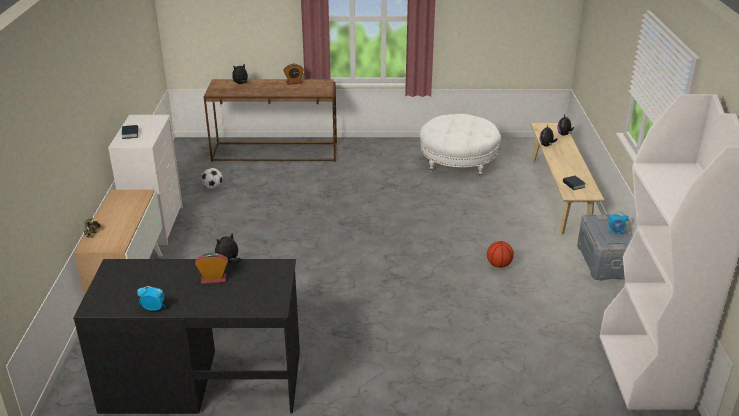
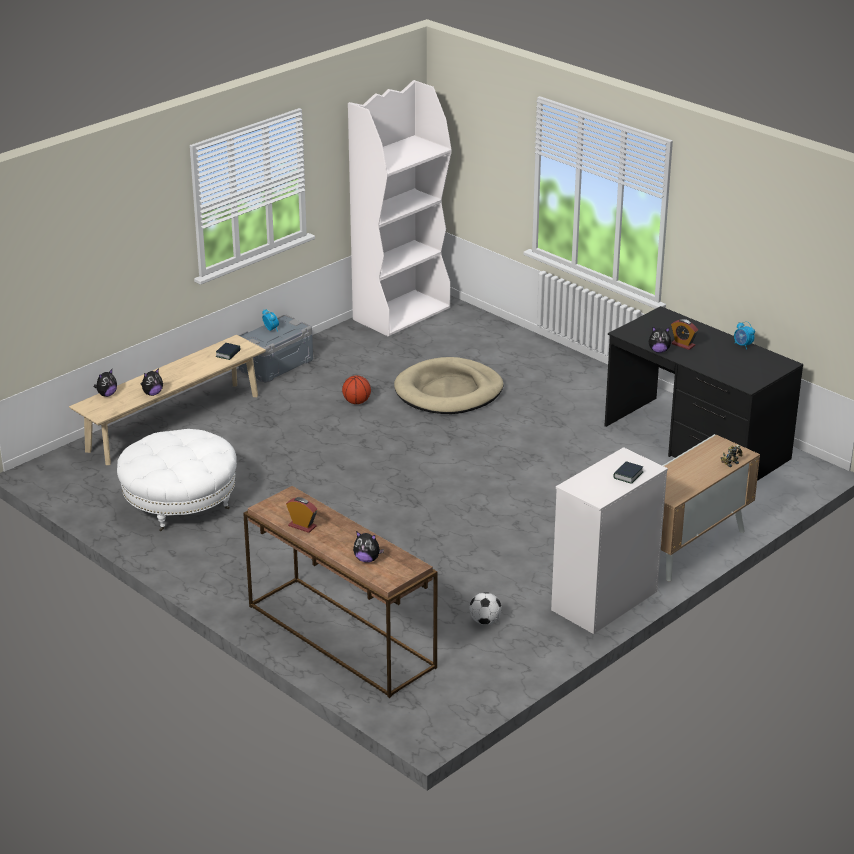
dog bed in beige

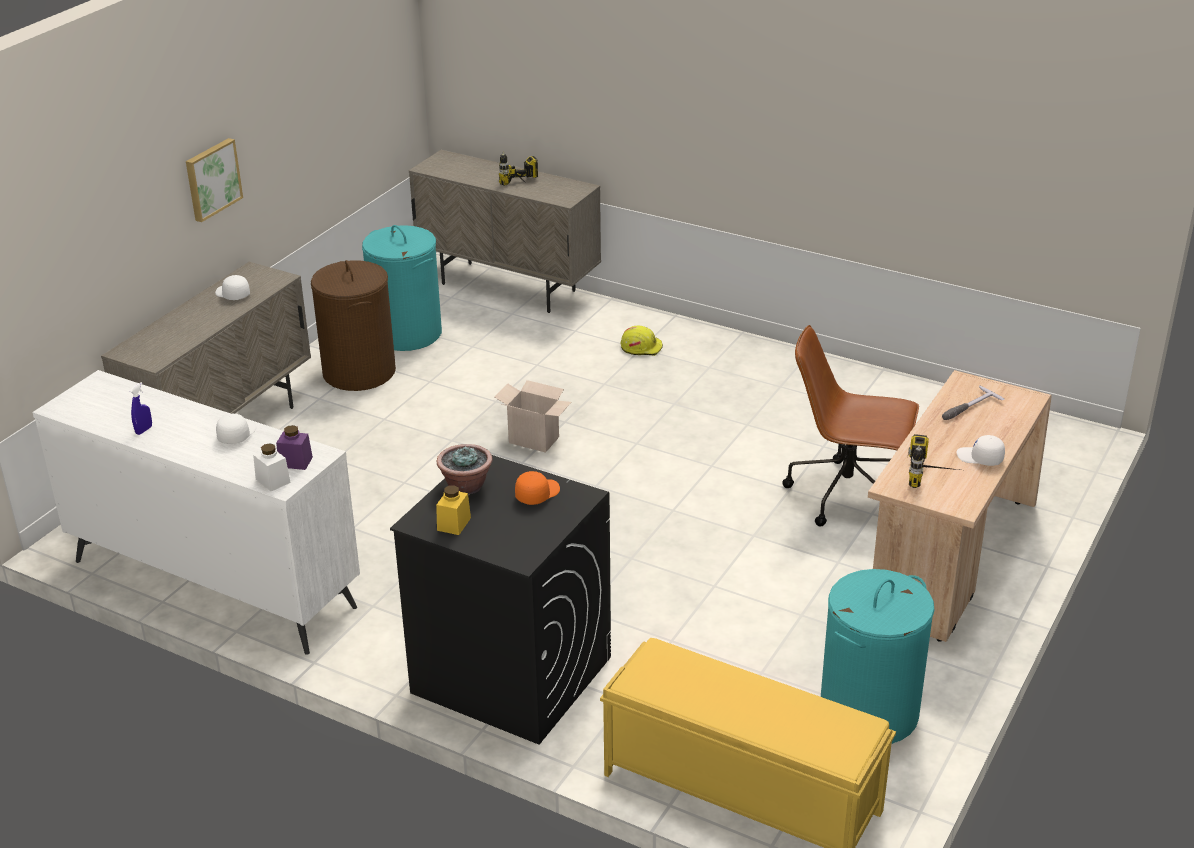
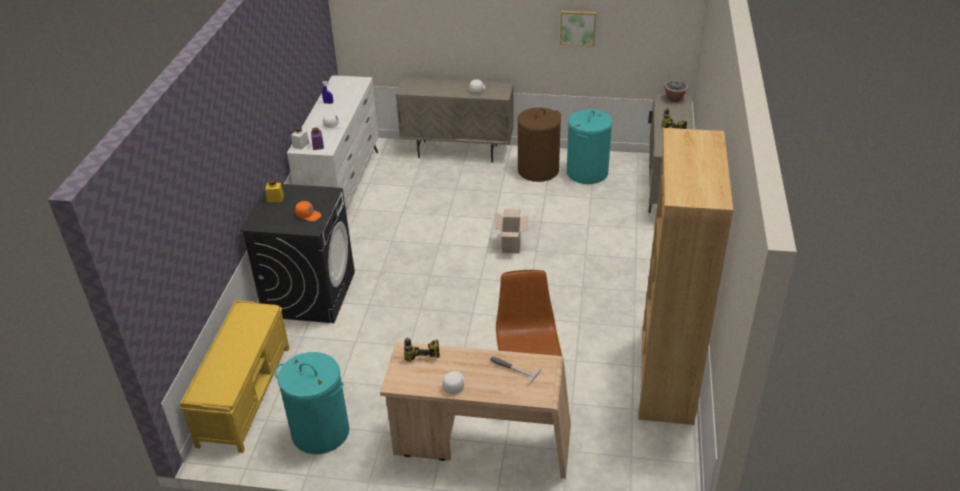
picture; potted plant; hard hat in yellow; bookcase in brown

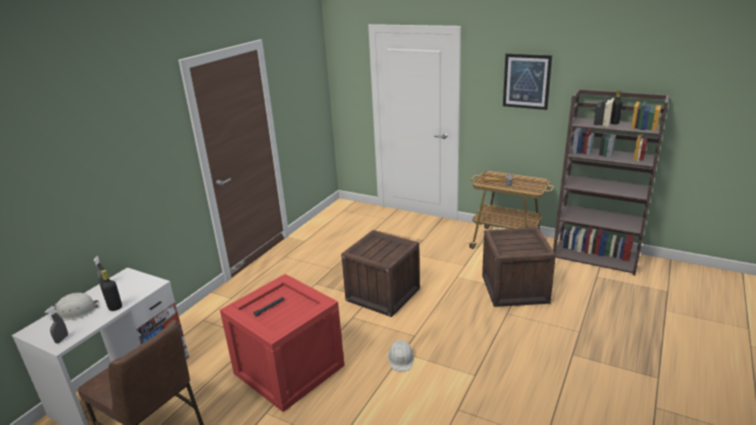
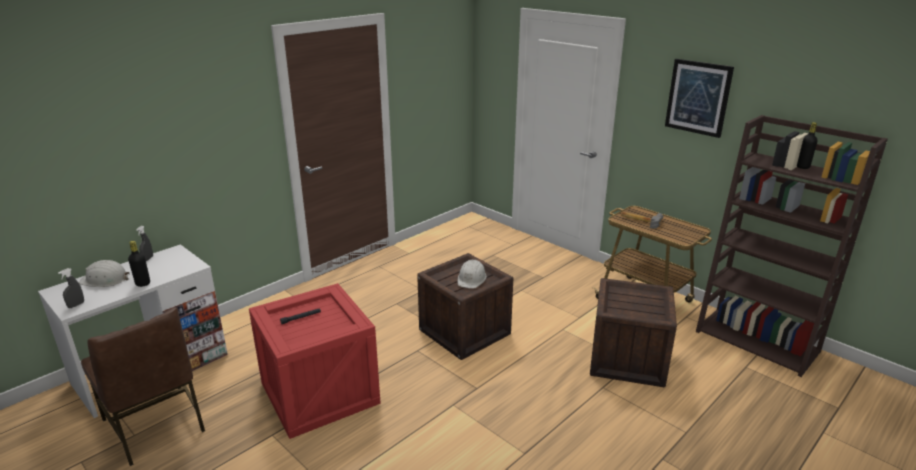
hard hat in white (no. 2 from left)

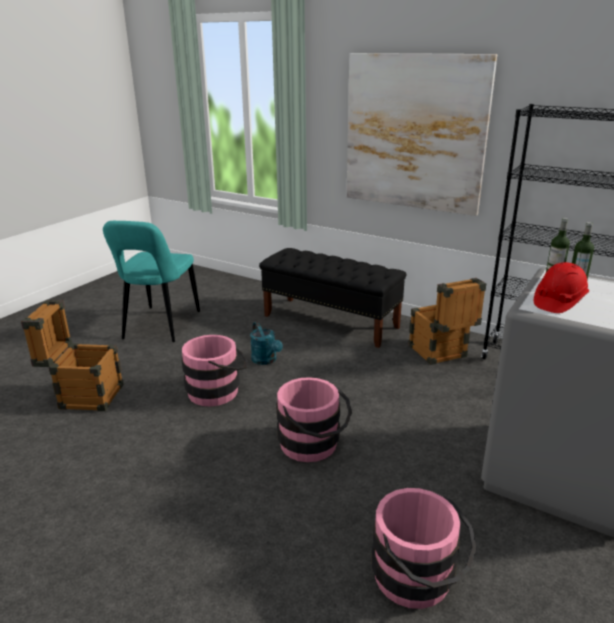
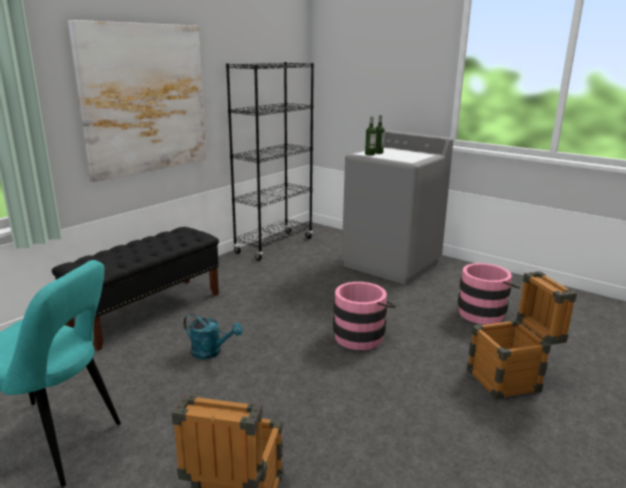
bucket in pink (no. 1 from left in the first image); watering can in turquoise; crate (no. 2 from left); hard hat in red

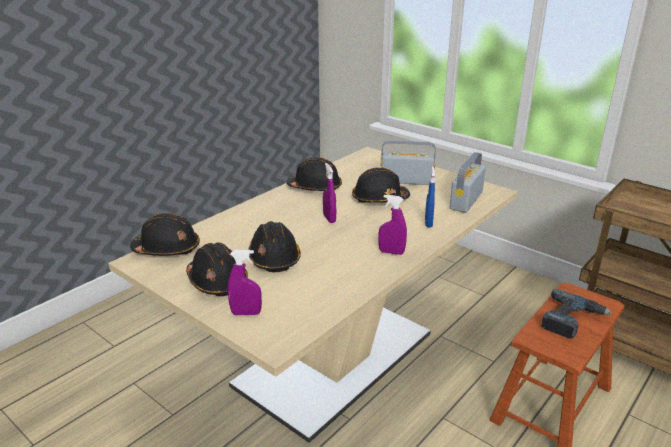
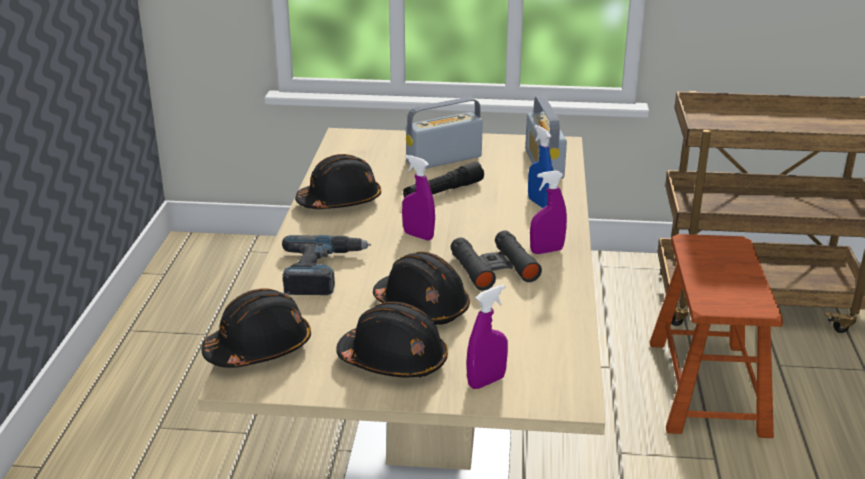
flashlight in black; power drill; binoculars in black

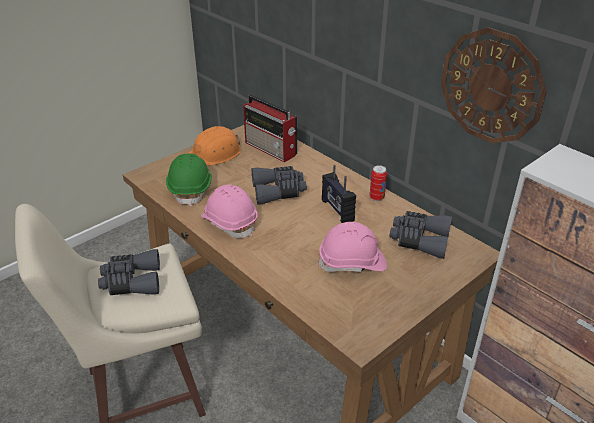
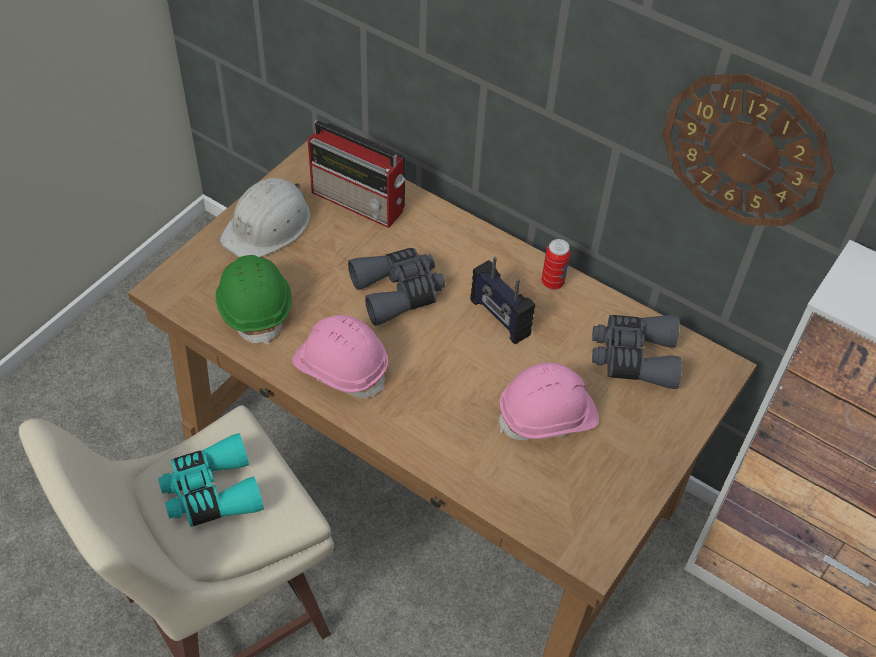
binoculars in turquoise; hard hat in white

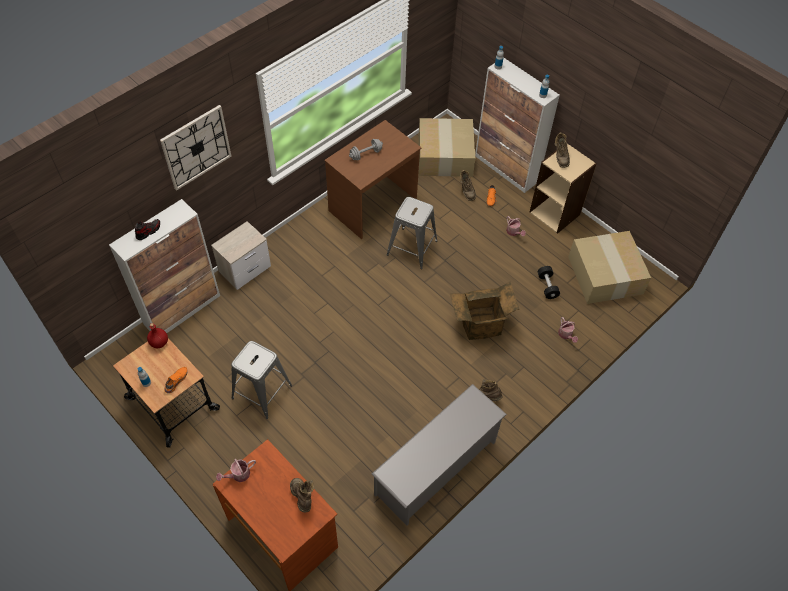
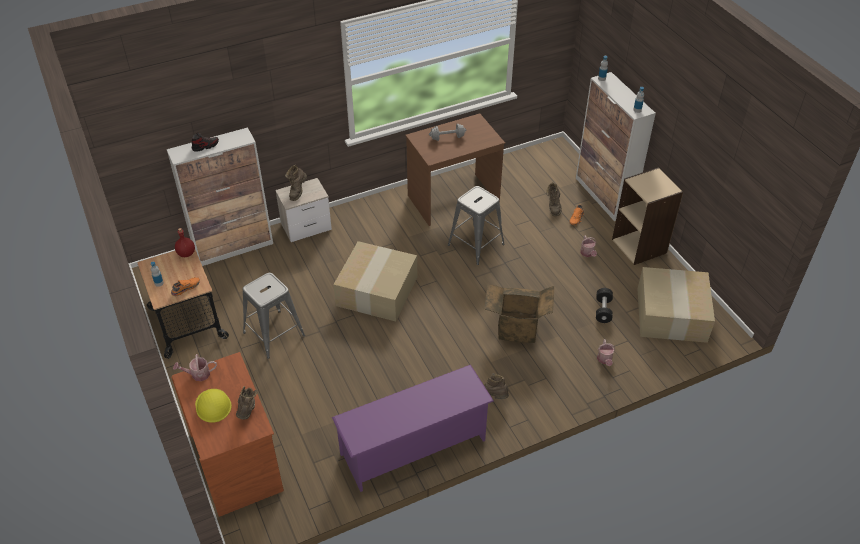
wall clock; shoe rack in purple; cardboard box (no. 1 from left); boot in brown (no. 2 from left); hard hat in yellow

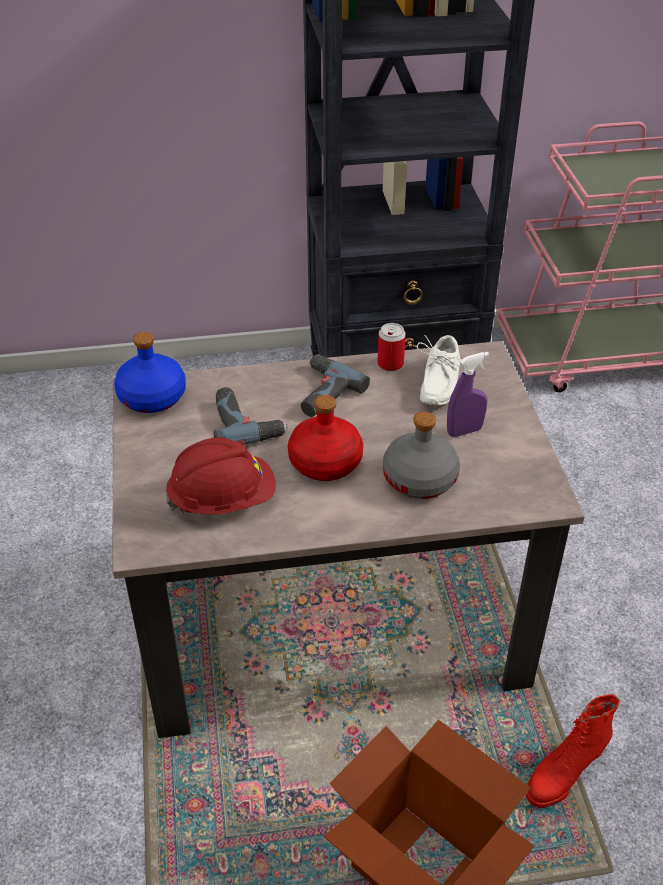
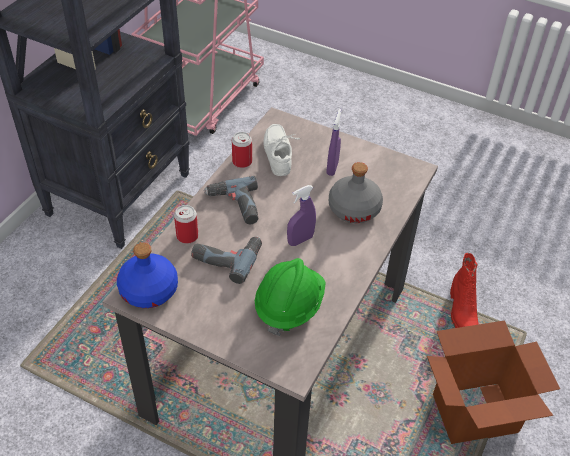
hard hat in green; spray bottle in purple (no. 1 from left); shoe in white; can (no. 1 from left)

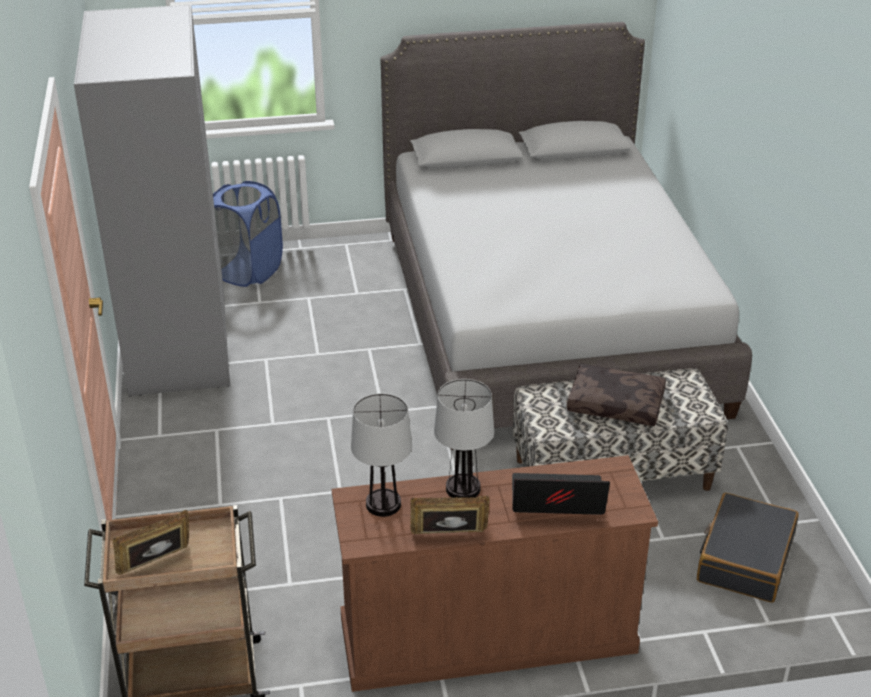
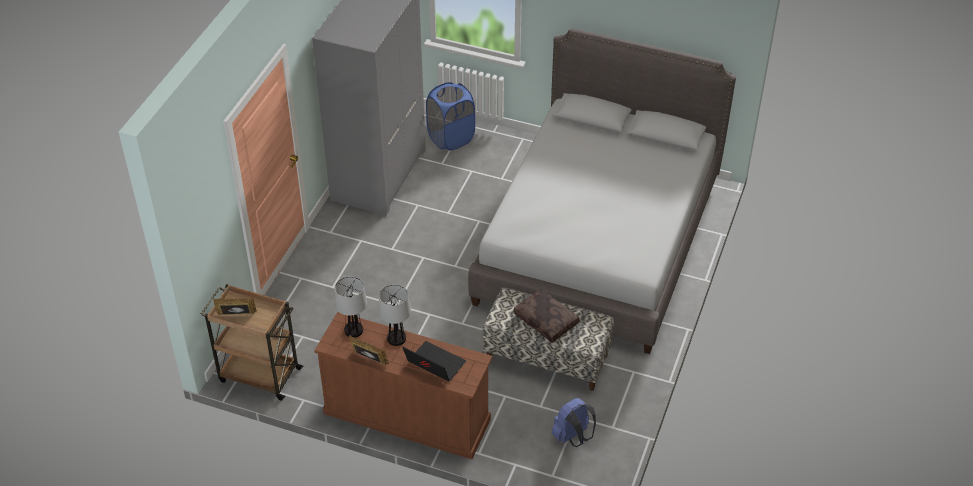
backpack in blue

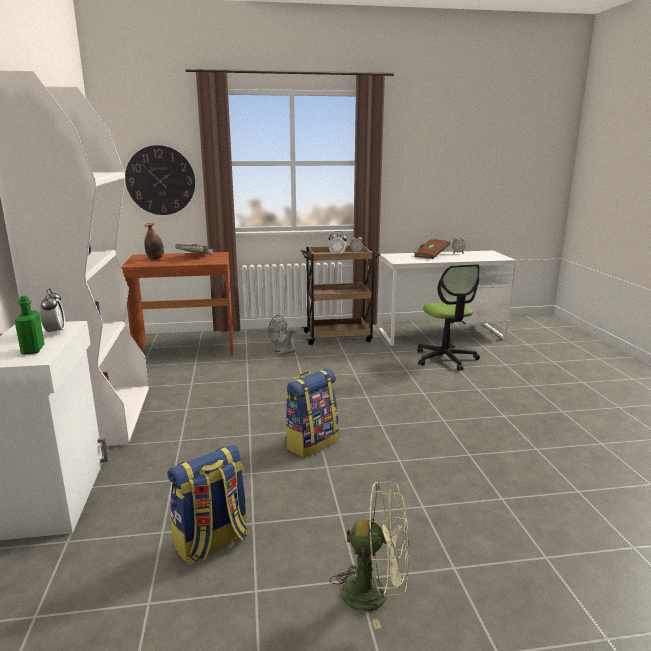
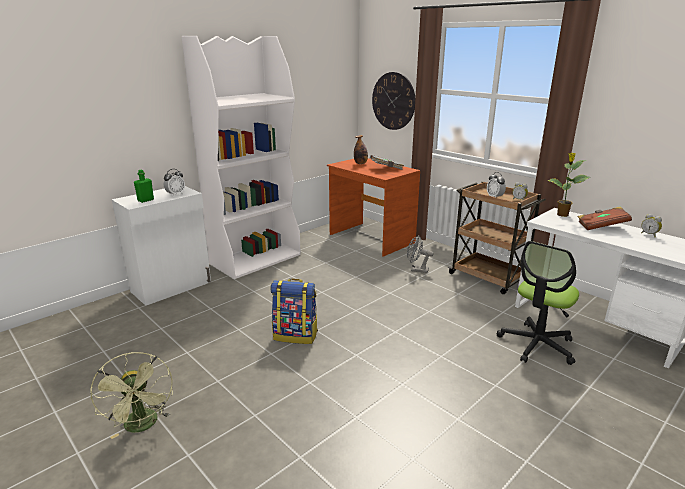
backpack (no. 1 from left in the first image); potted plant

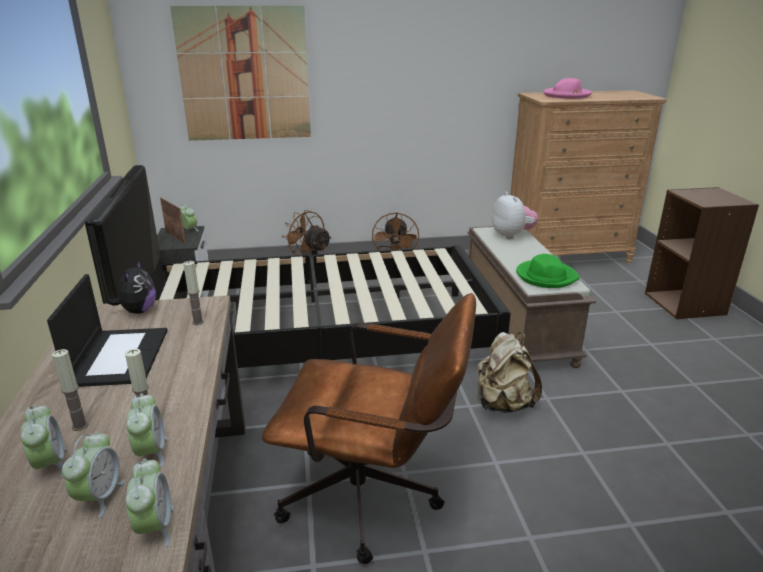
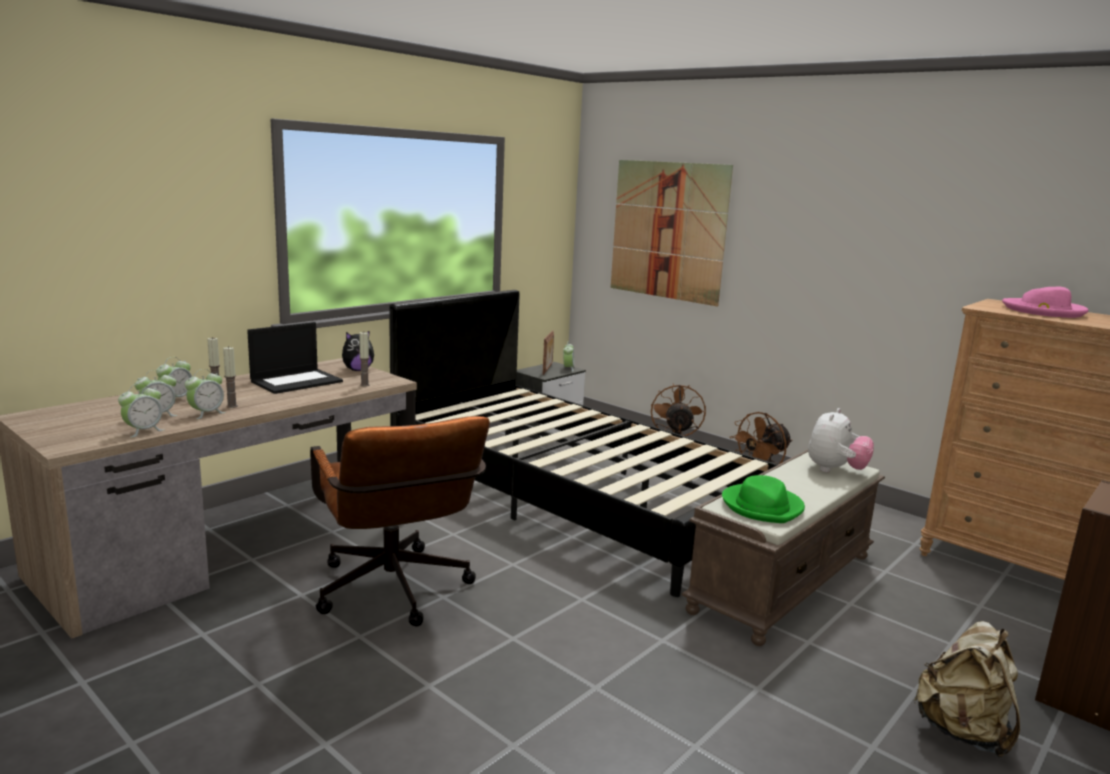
backpack in beige

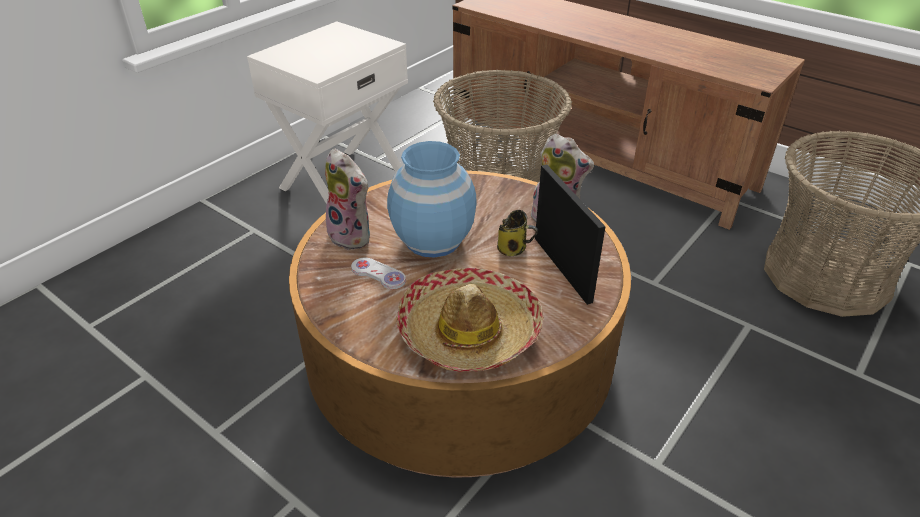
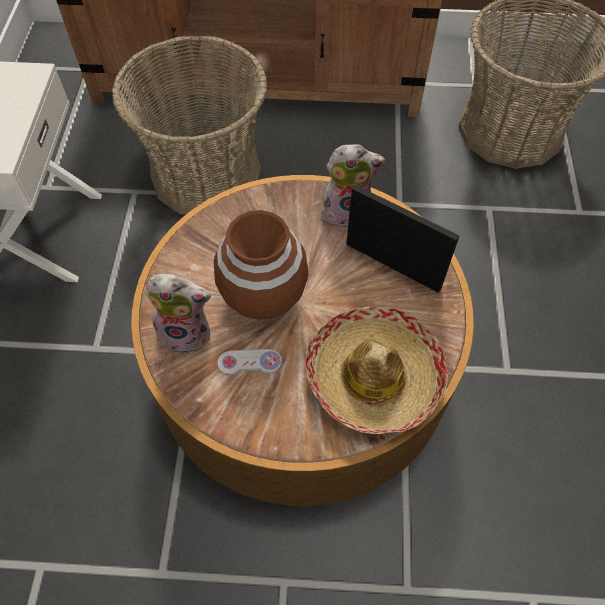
vase in brown; mug

